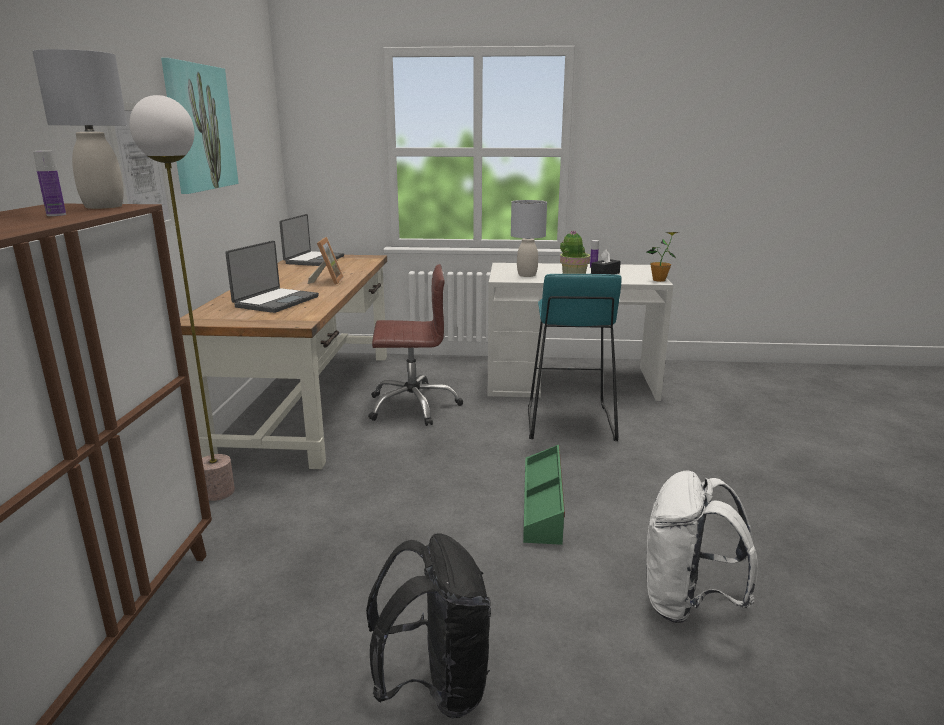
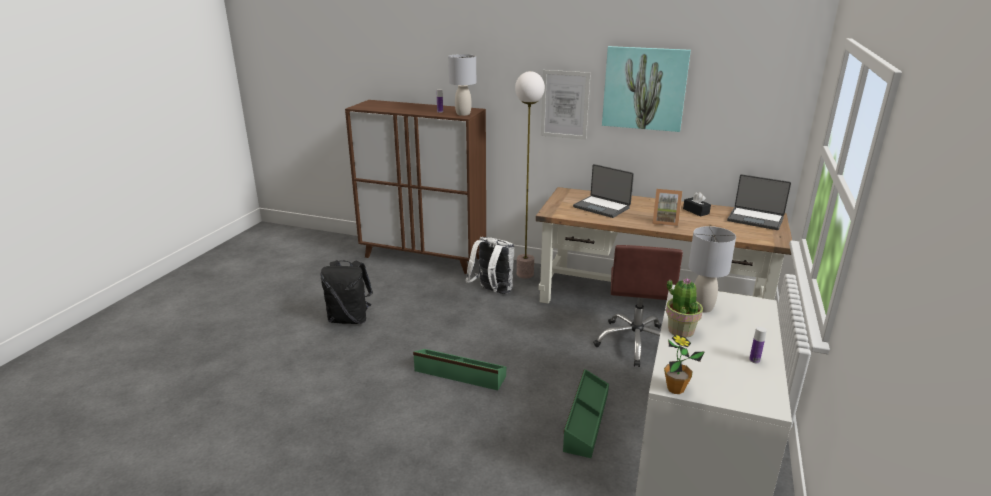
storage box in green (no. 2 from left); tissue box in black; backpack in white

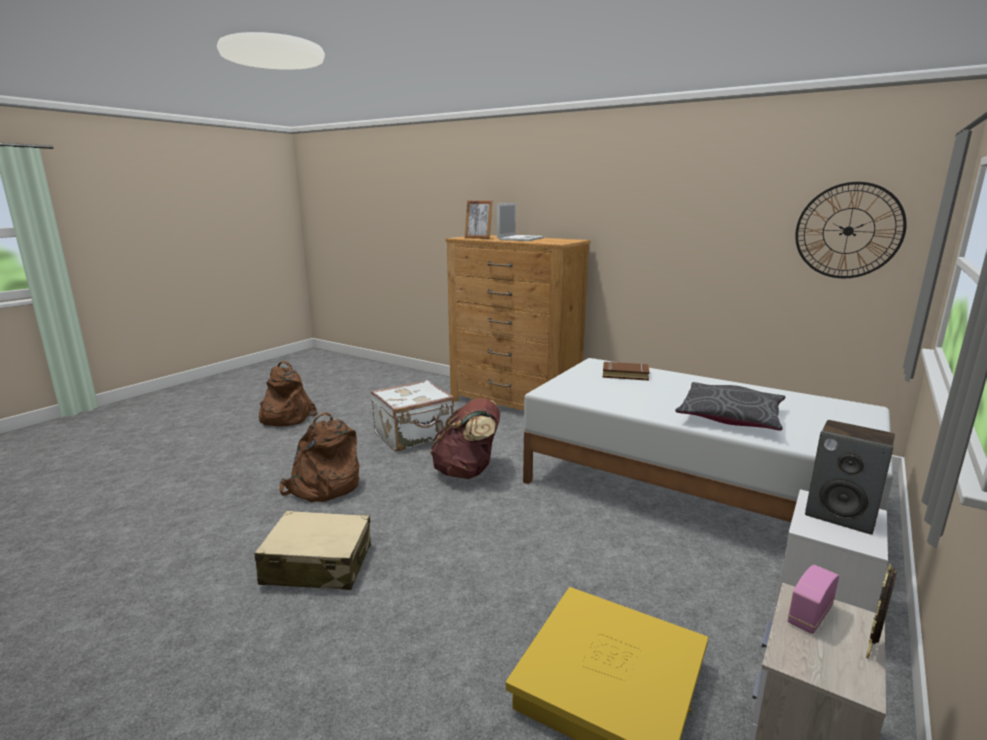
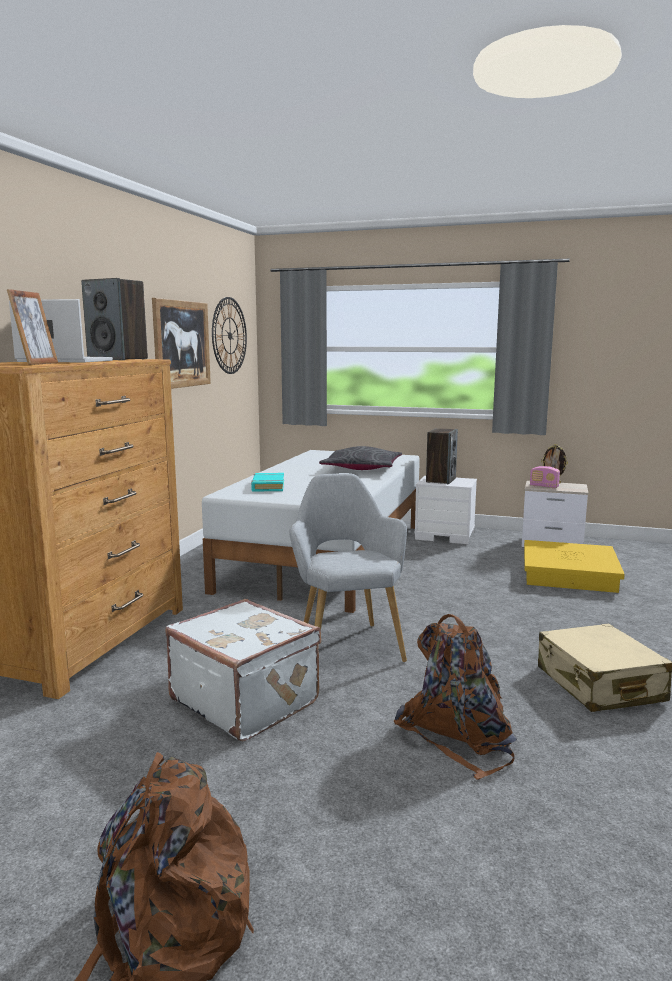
armchair in grey; book in turquoise; speaker (no. 1 from left); picture

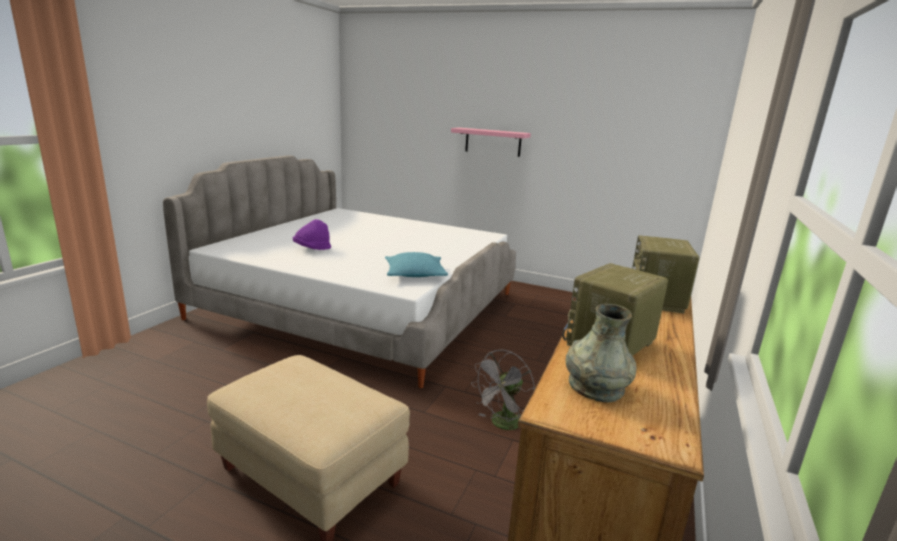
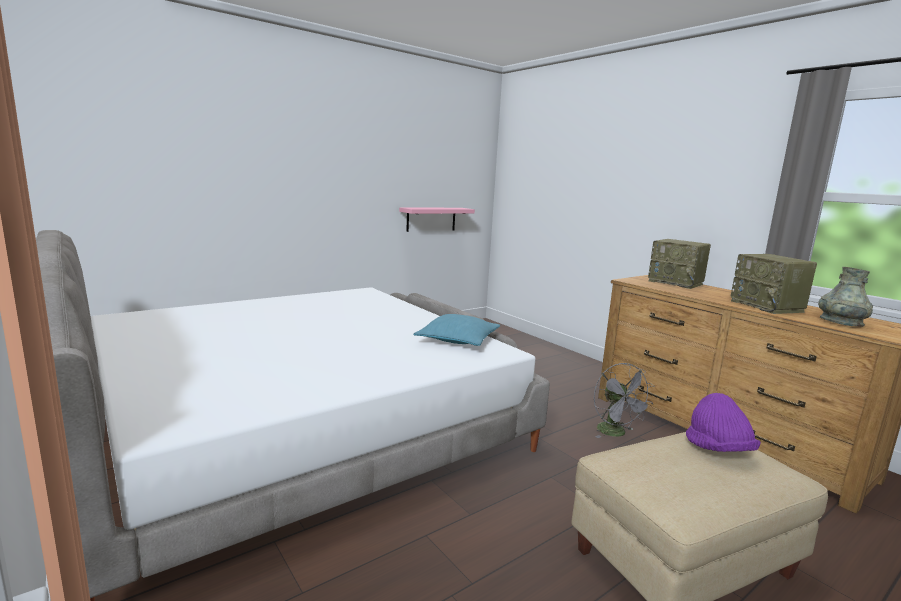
hat in purple; shelf in pink

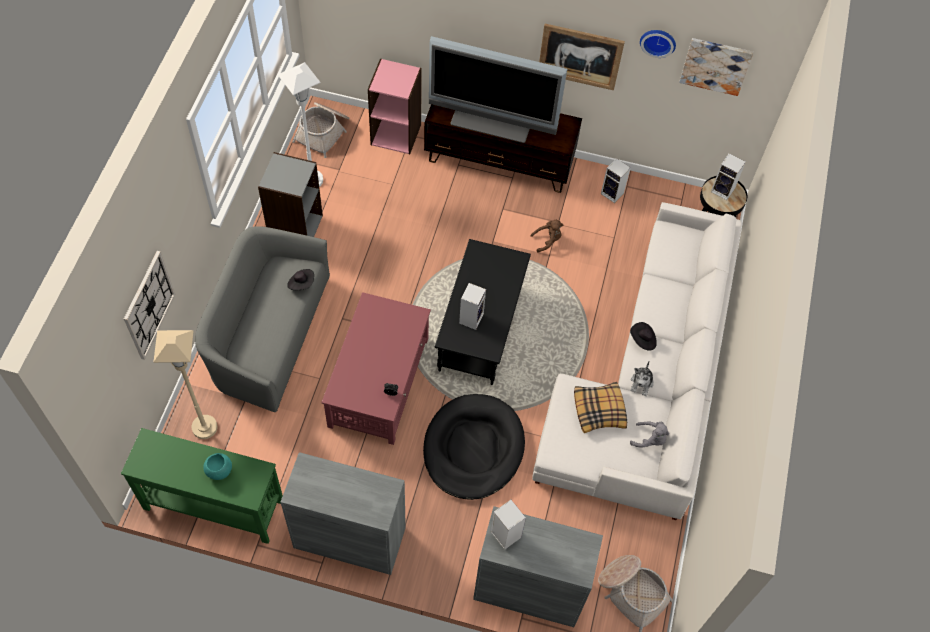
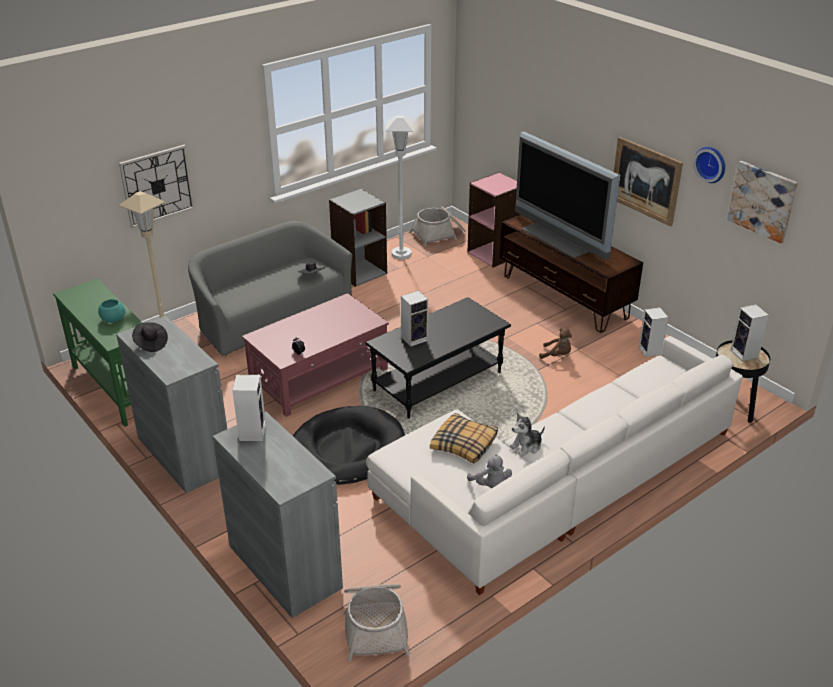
hat in black (no. 1 from left)

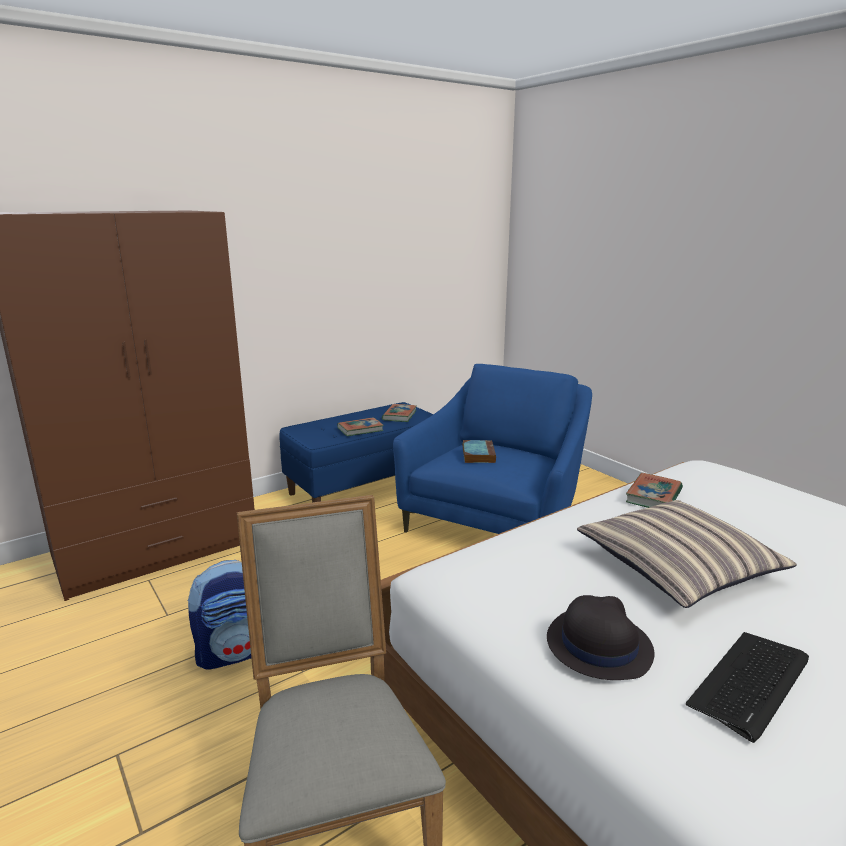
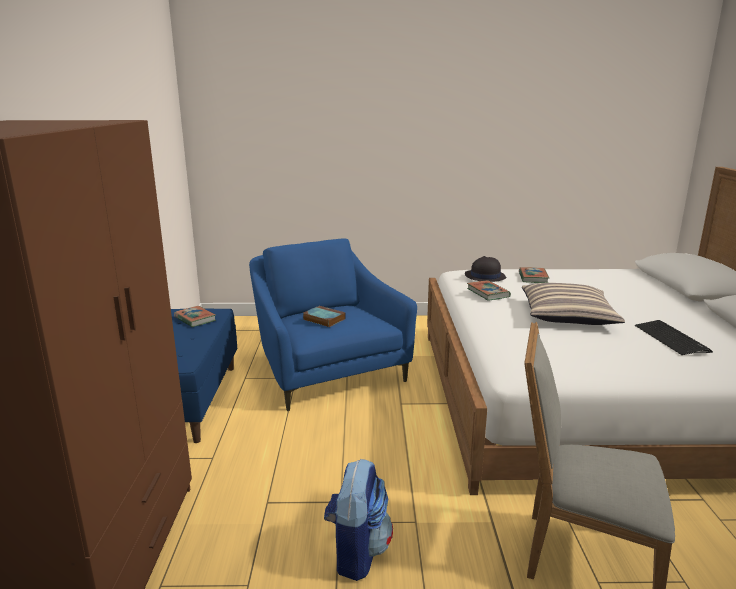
book (no. 4 from left); hat in black

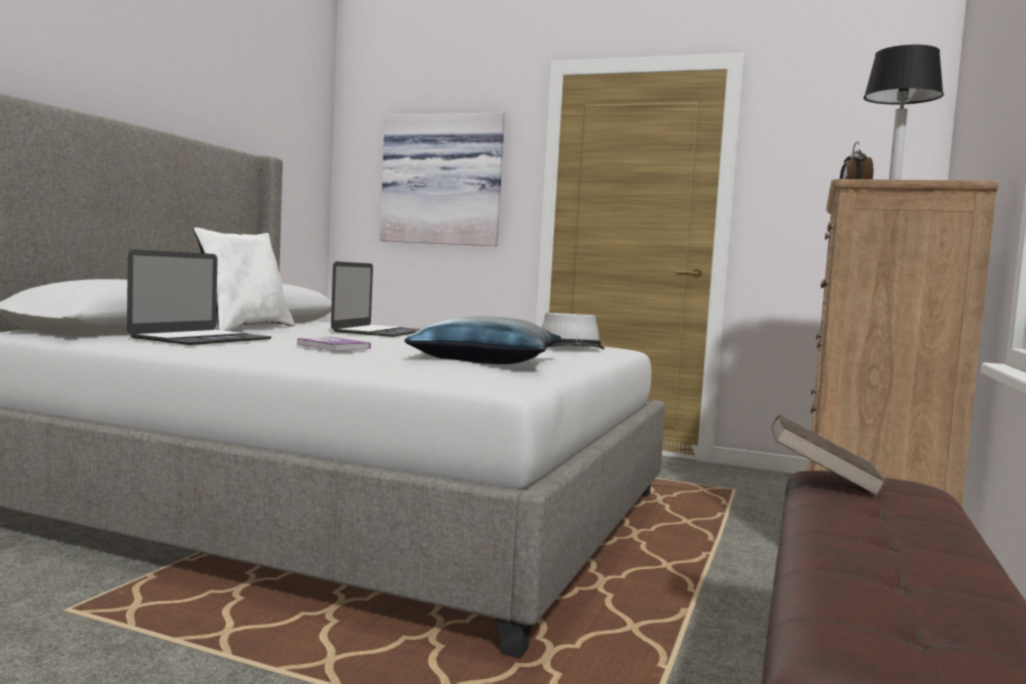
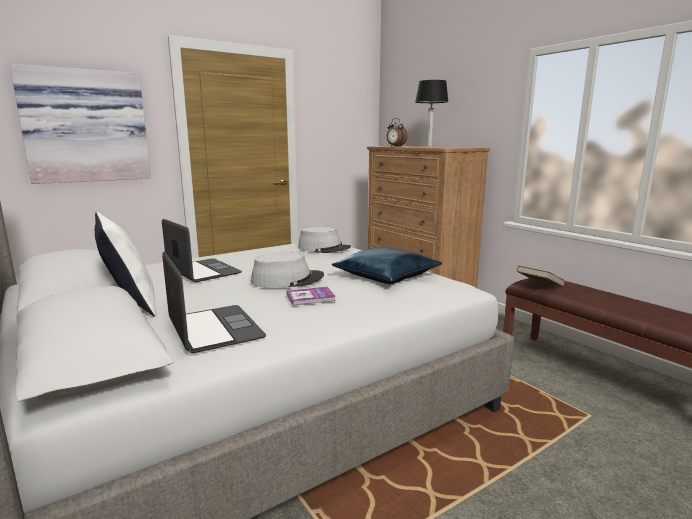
hat in grey (no. 1 from left)

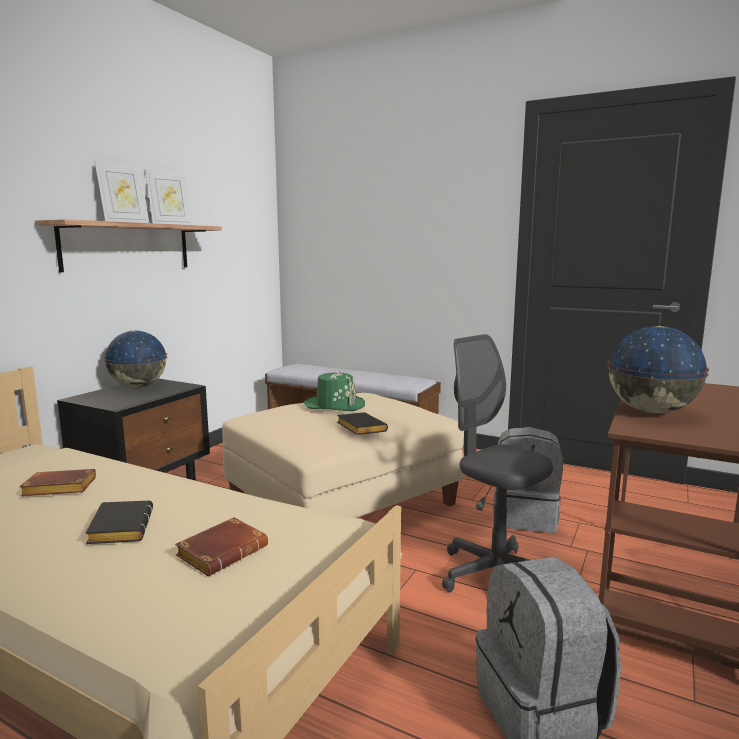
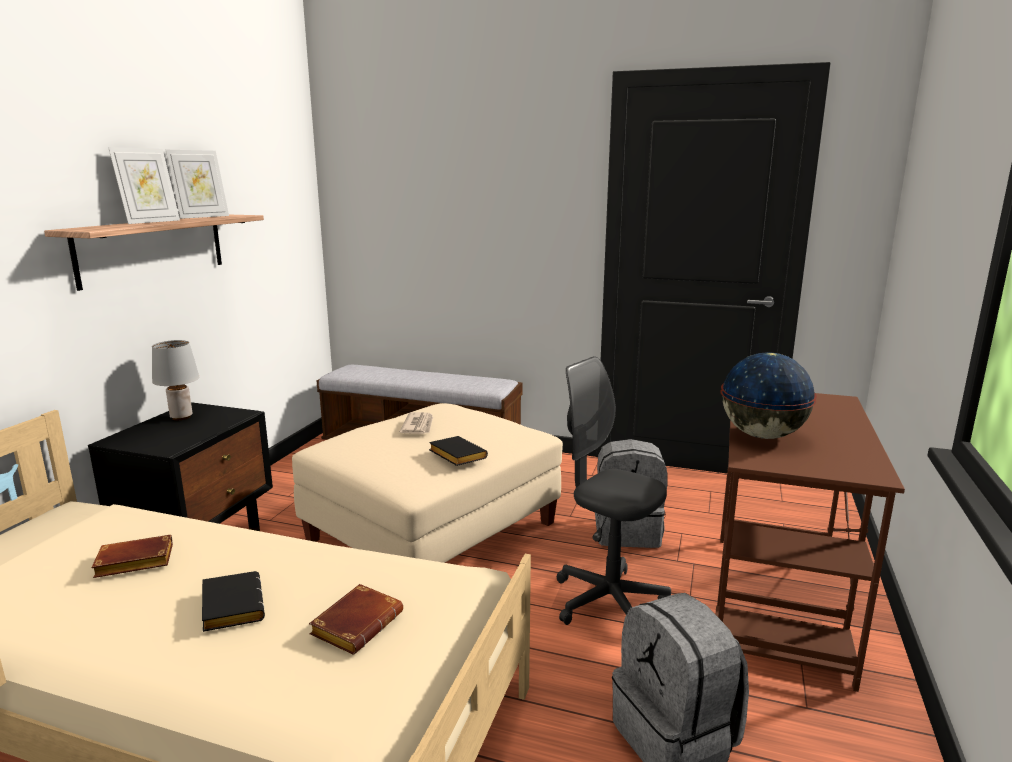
table lamp in grey; newspaper

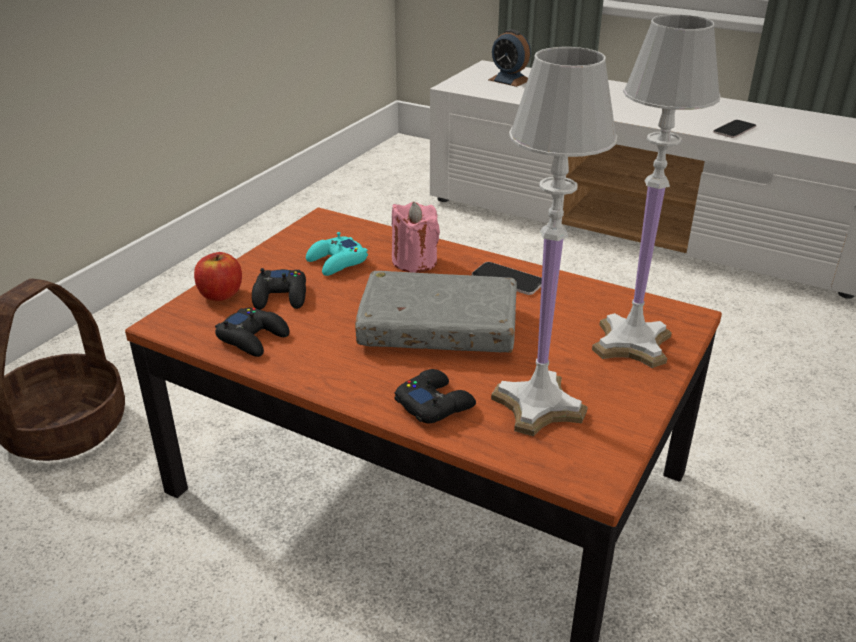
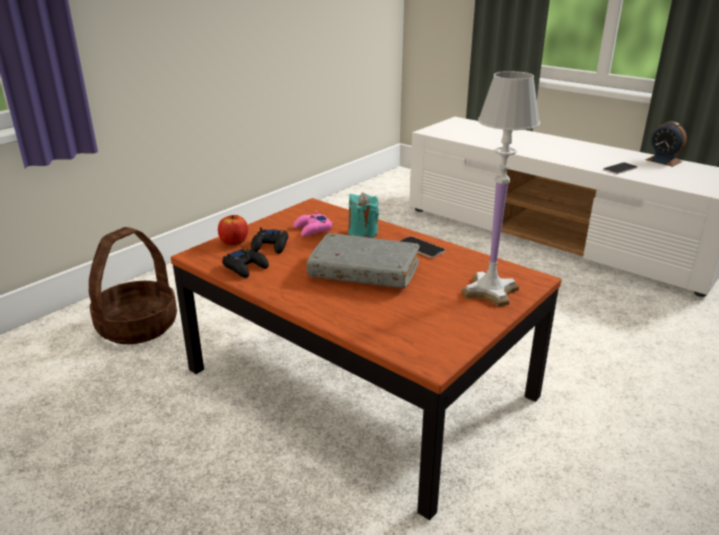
game controller in pink; candle in turquoise; game controller in black (no. 3 from left in the first image); alarm clock; table lamp in white (no. 1 from left in the first image)

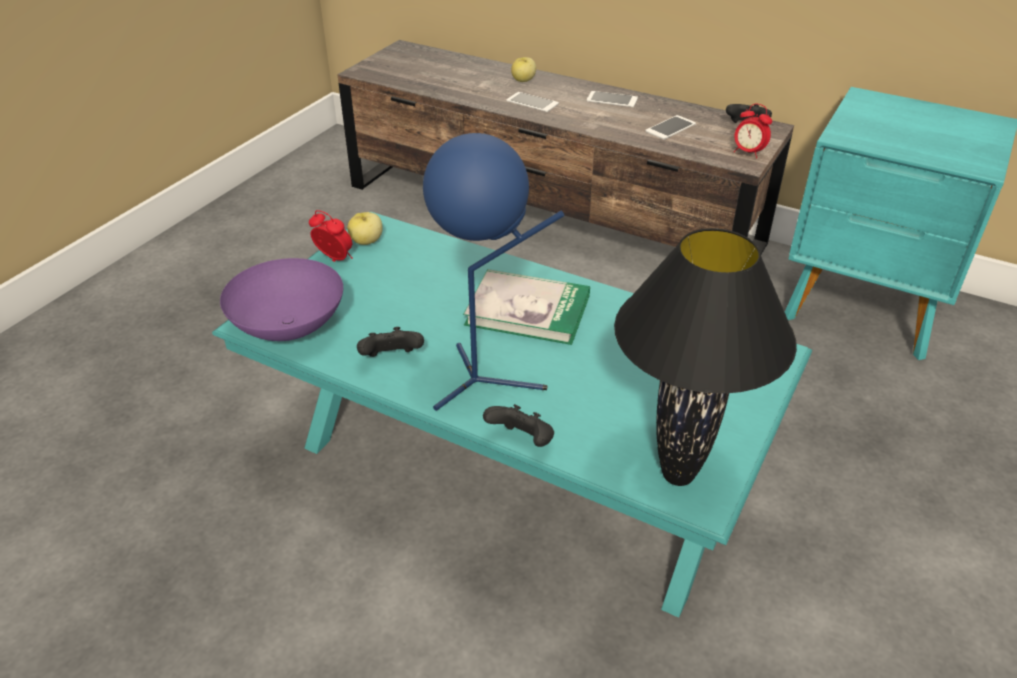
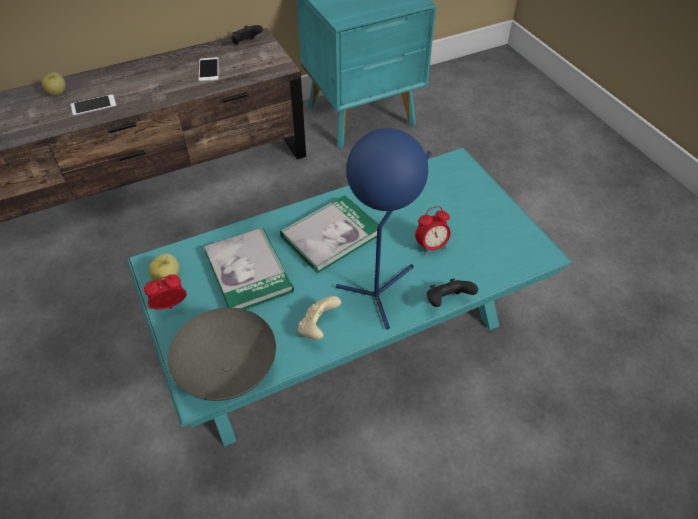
bowl in grey; game controller in beige; phone (no. 2 from left in the first image); table lamp in black; alarm clock (no. 2 from left); book (no. 1 from left)

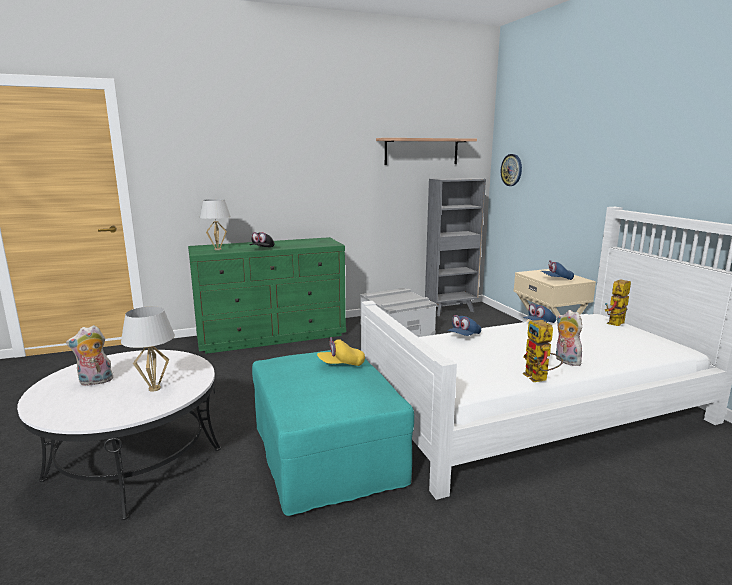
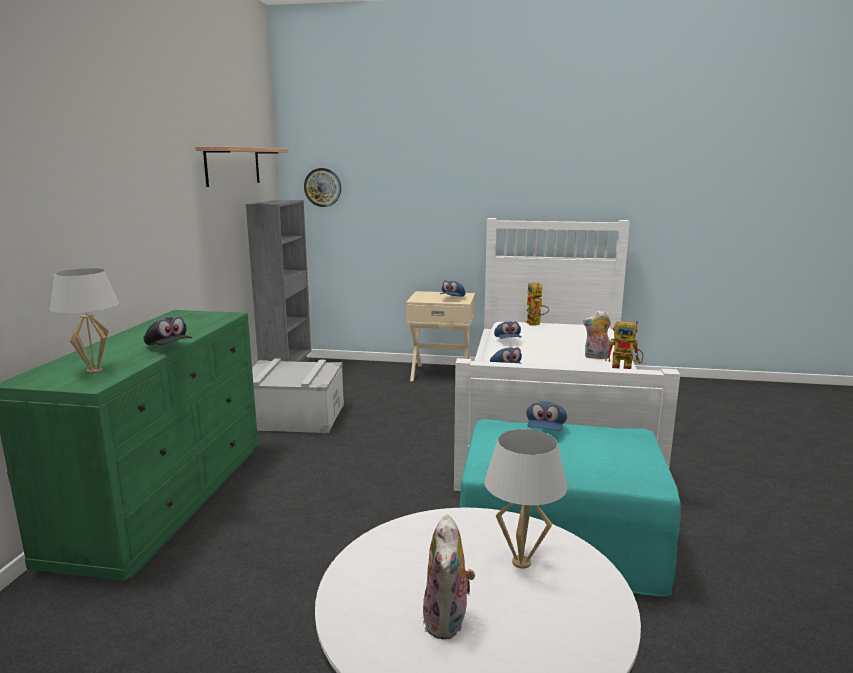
cap in blue (no. 4 from left)

